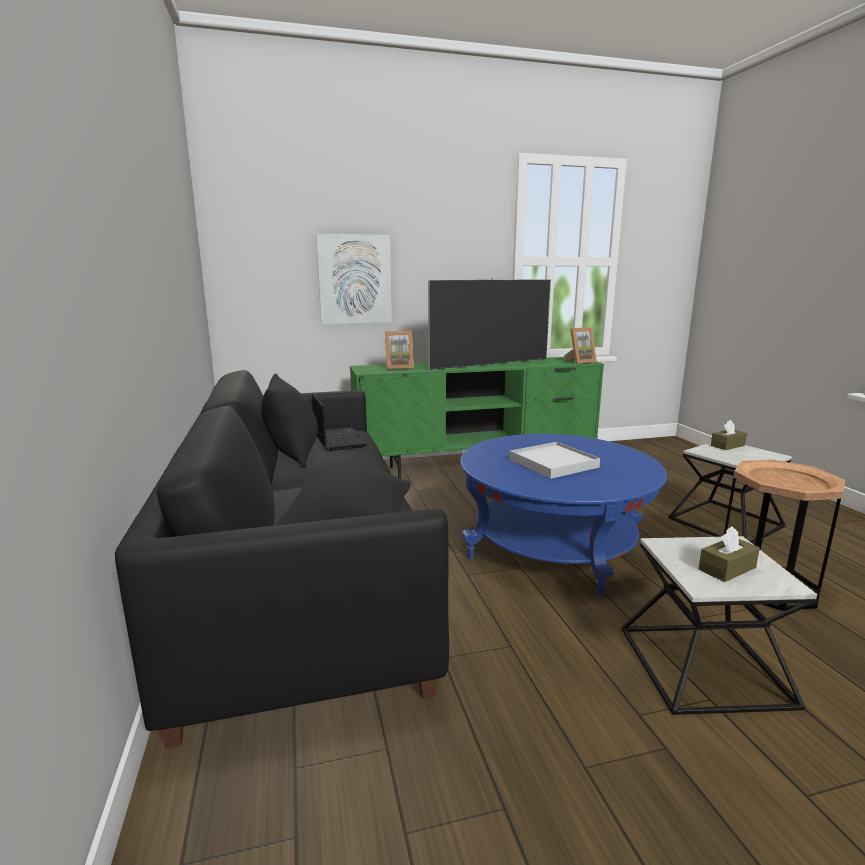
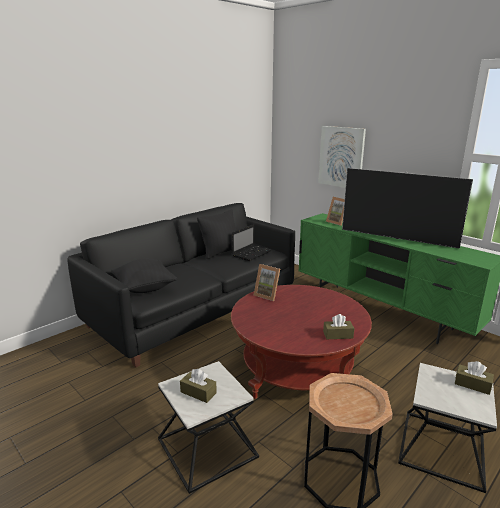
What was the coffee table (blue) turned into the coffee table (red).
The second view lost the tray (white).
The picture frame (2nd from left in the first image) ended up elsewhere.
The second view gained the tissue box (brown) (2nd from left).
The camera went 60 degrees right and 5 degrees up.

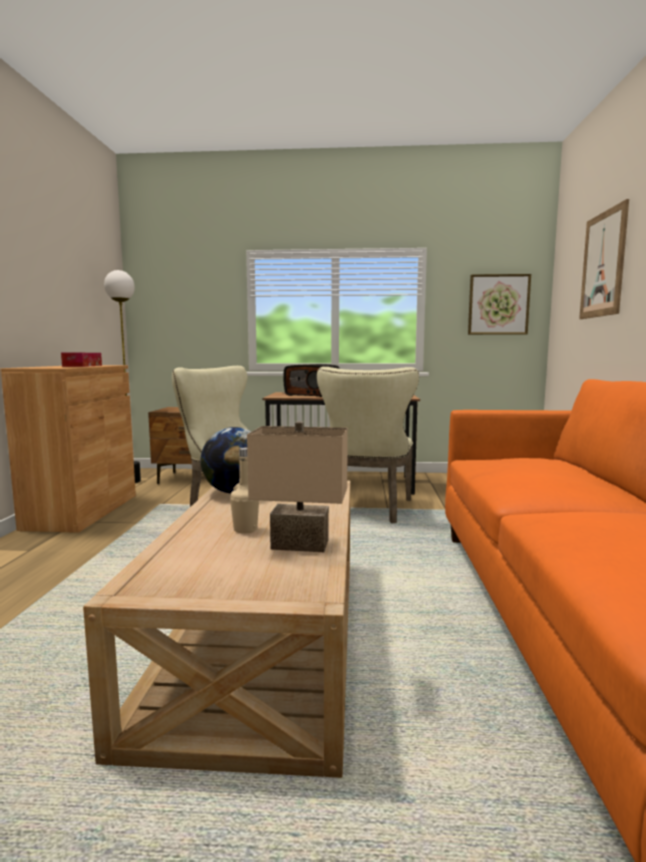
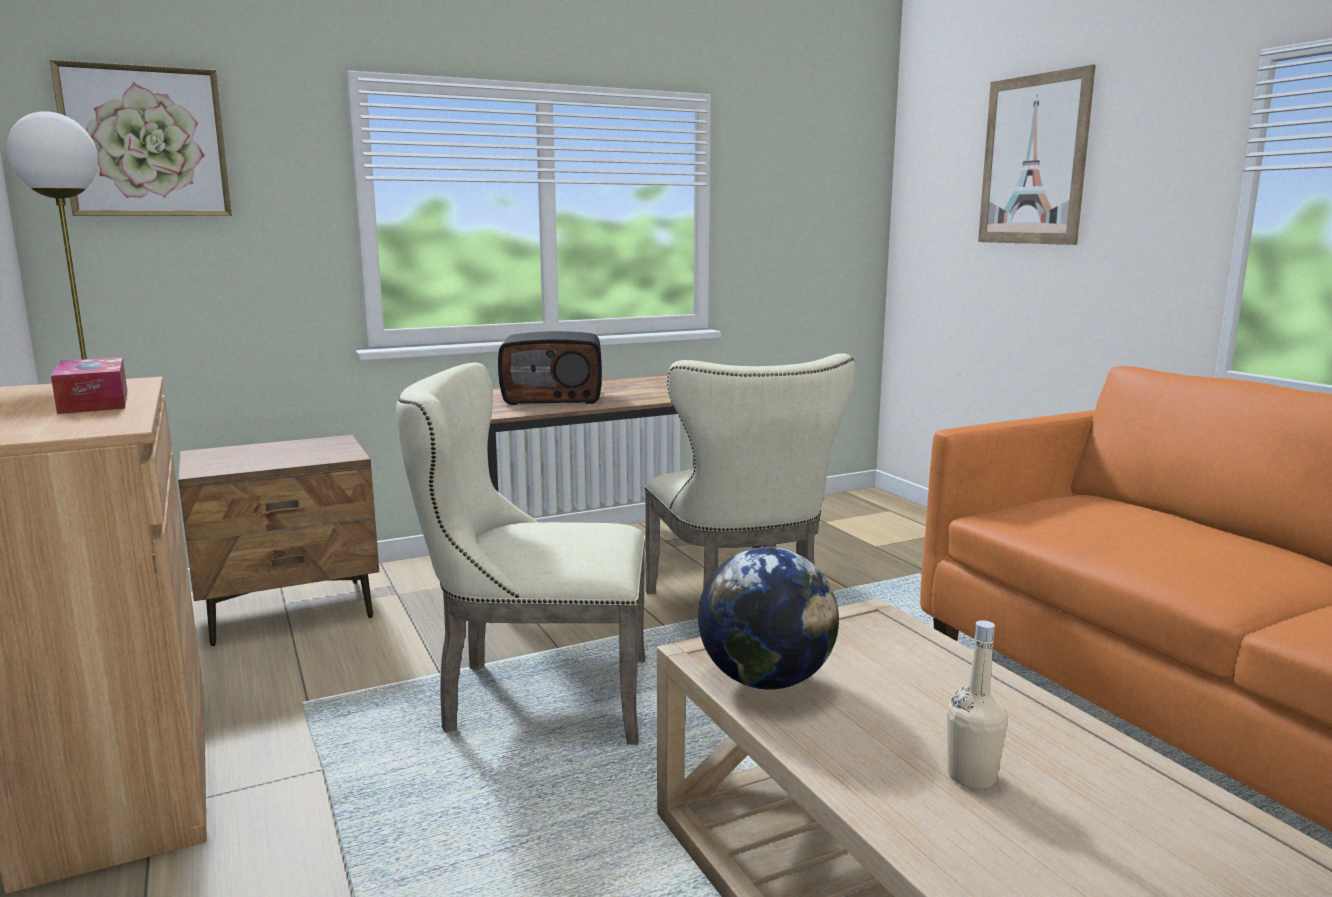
The second view lost the table lamp (beige).
The picture (1st from left) ended up elsewhere.
The camera went 30 degrees left and 5 degrees up.

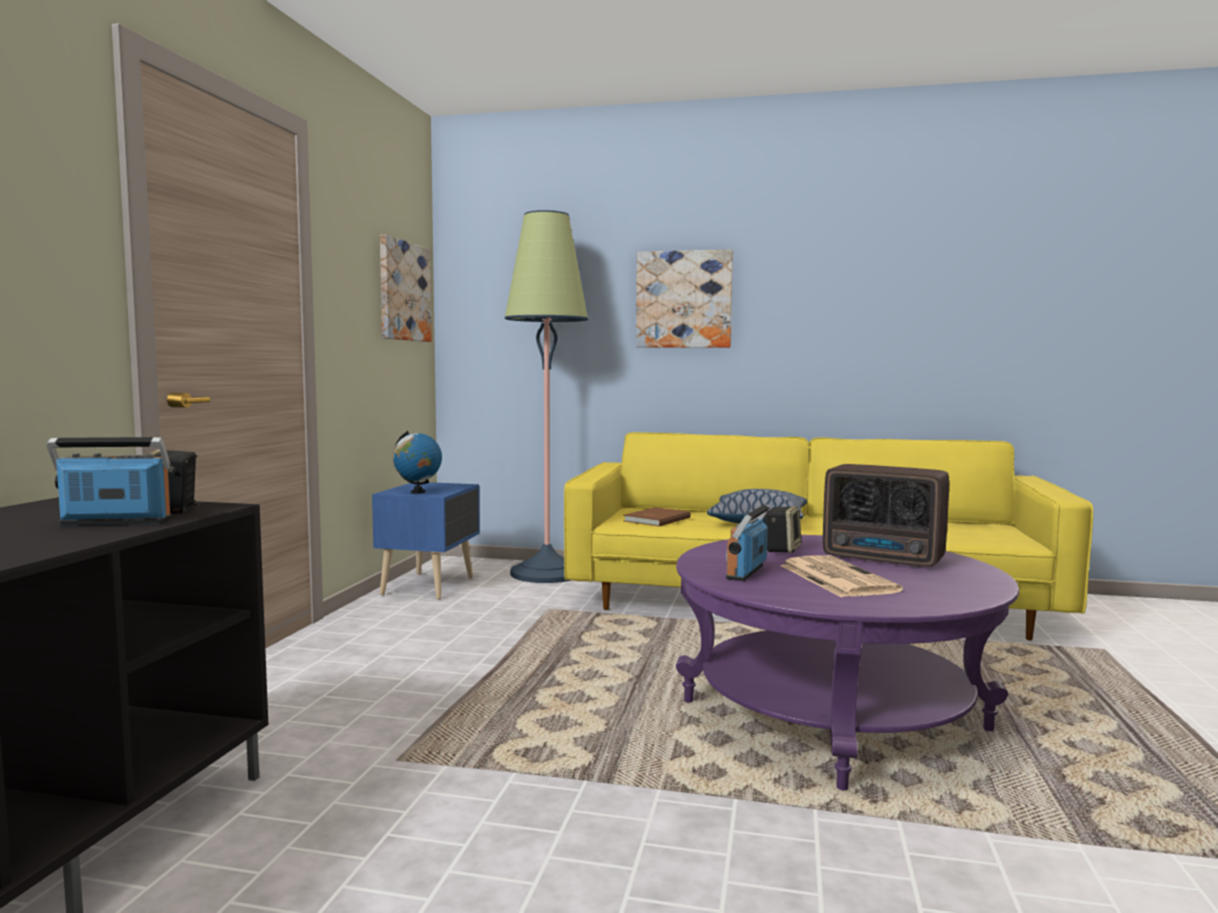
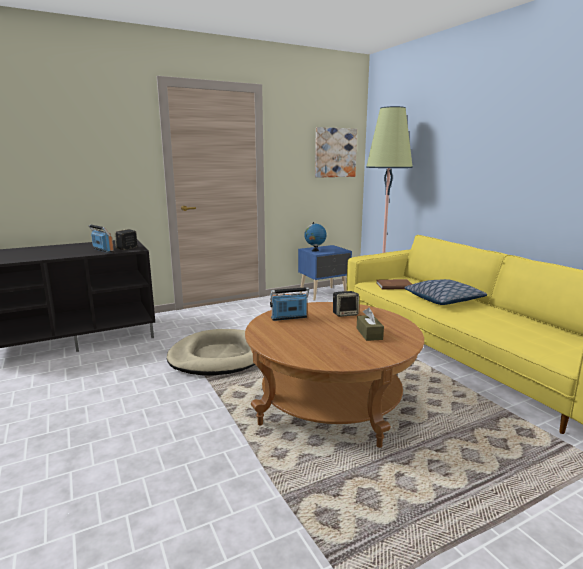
The second view lost the picture (2nd from left).
What was the coffee table (purple) turned into the coffee table (brown).
The second view lost the newspaper.
Where the radio (3rd from left) stood, the tissue box (brown) came to stand.
The second view gained the dog bed (beige).
The camera went 50 degrees right and 10 degrees up.

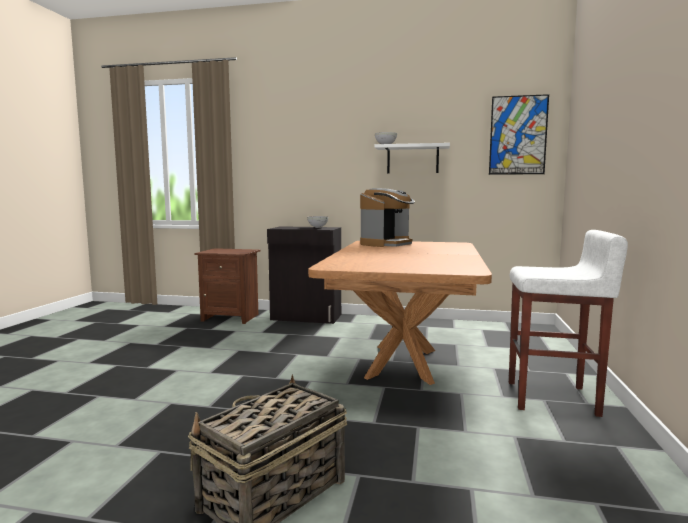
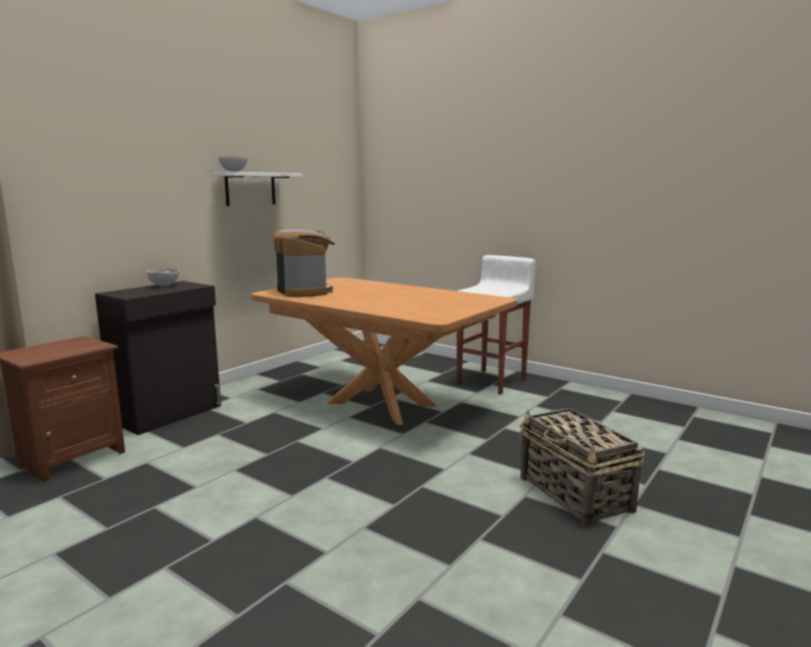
The second view lost the picture.
The camera went 65 degrees left and 5 degrees up.

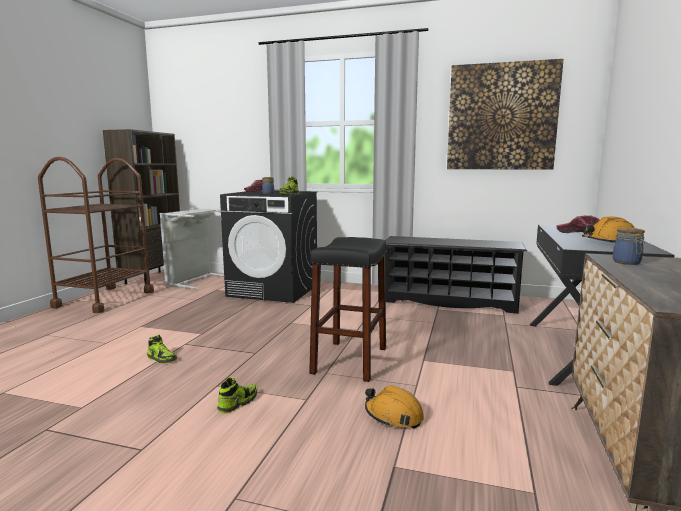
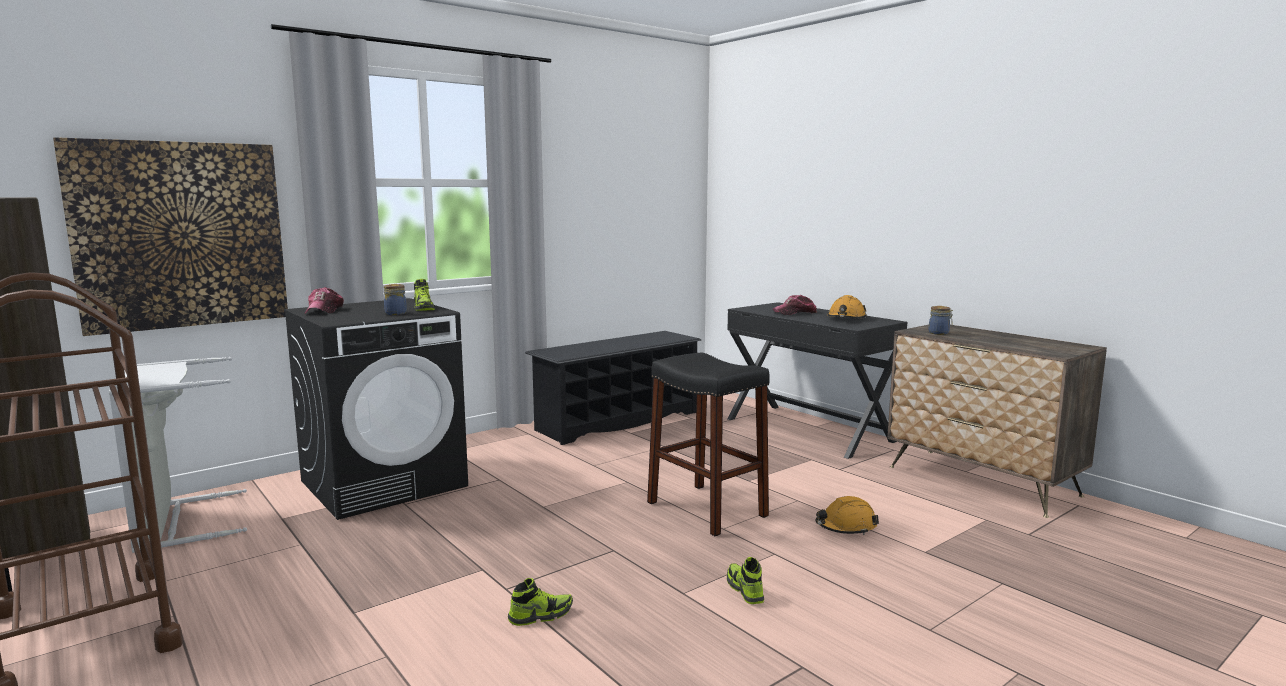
The picture ended up elsewhere.
The camera went 55 degrees left and 0 degrees up.

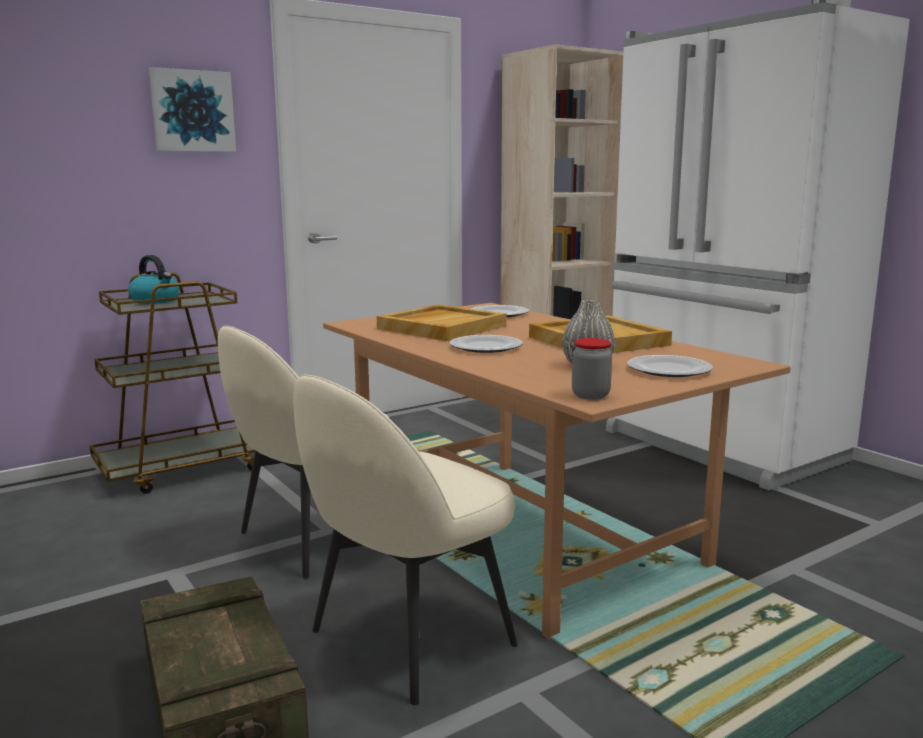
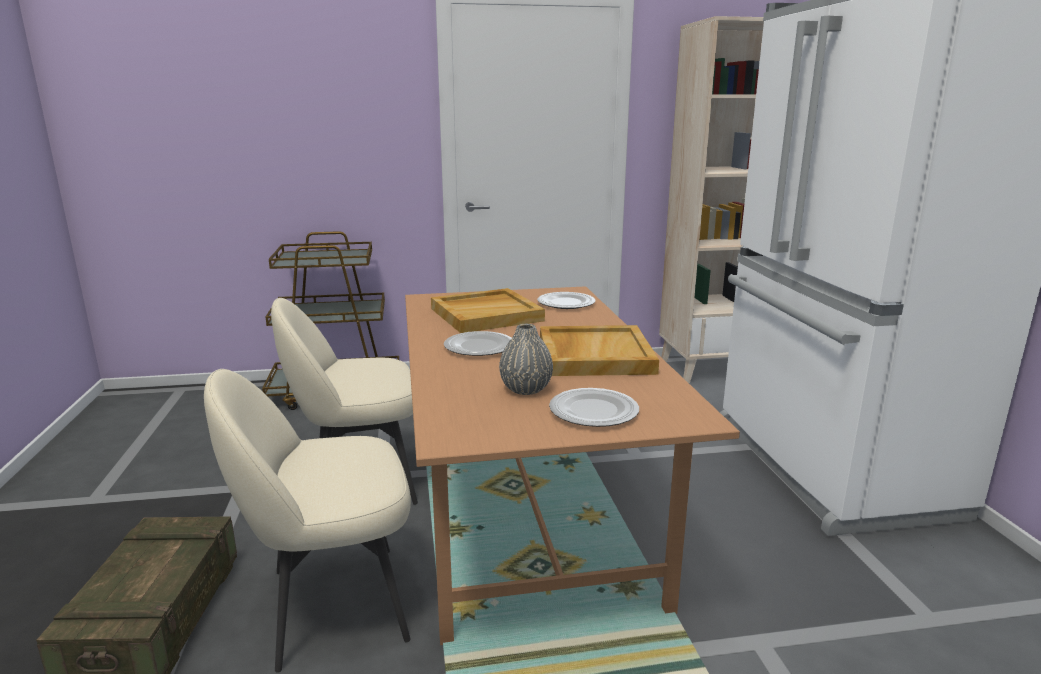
The second view lost the kettle.
The second view lost the picture.
The second view lost the jar.
The camera went 25 degrees right and 5 degrees up.

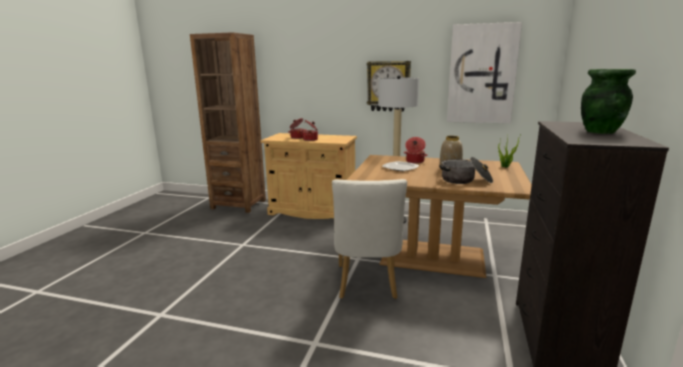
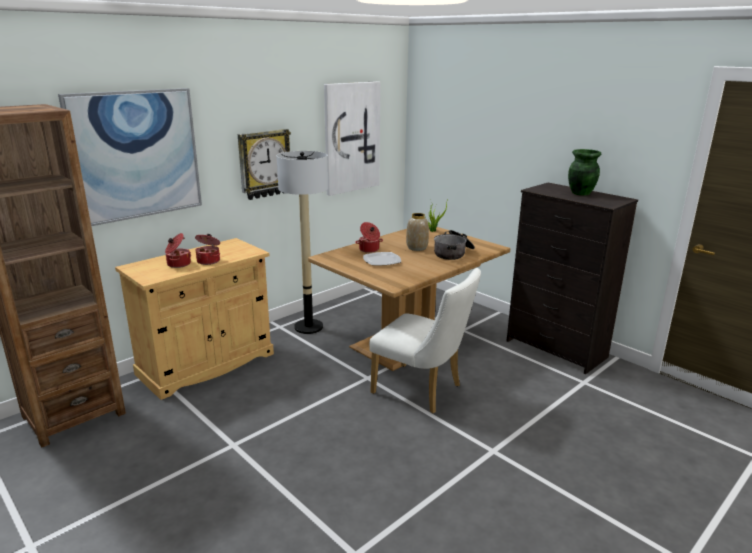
The second view gained the picture (1st from left).
The camera went 60 degrees left and 5 degrees up.

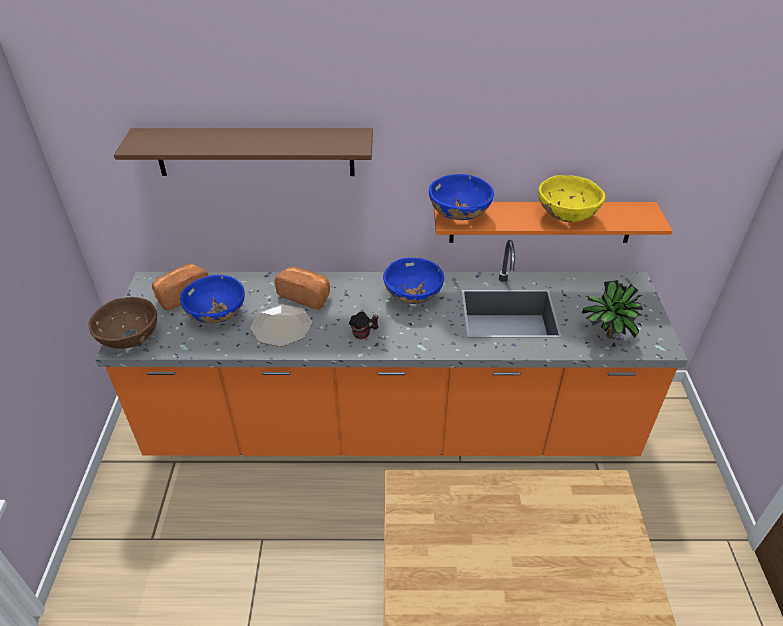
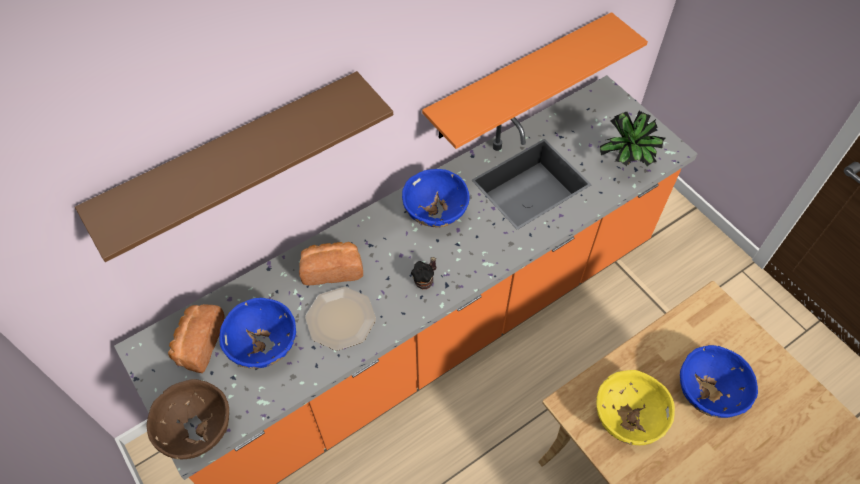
The bowl (blue) (3rd from left) ended up elsewhere.
The bowl (yellow) ended up elsewhere.
The camera went 35 degrees left and 15 degrees up.

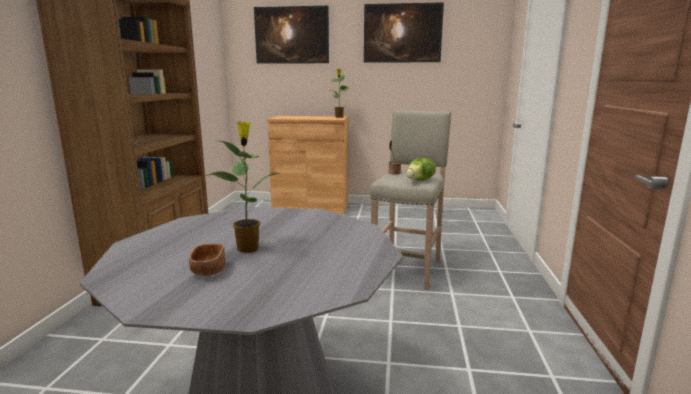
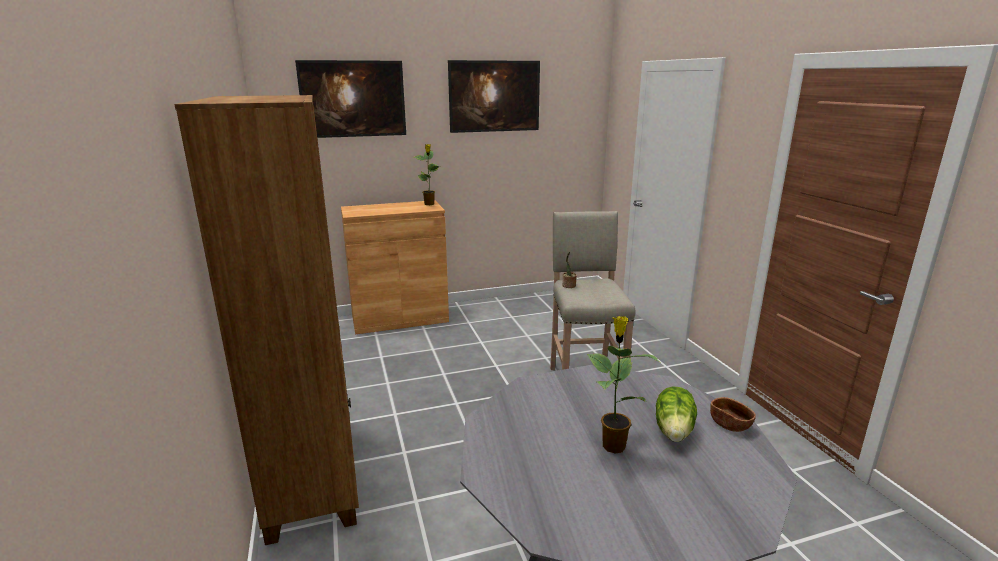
The bowl (brown) ended up elsewhere.
The lettuce ended up elsewhere.
The camera went 25 degrees left and 5 degrees up.

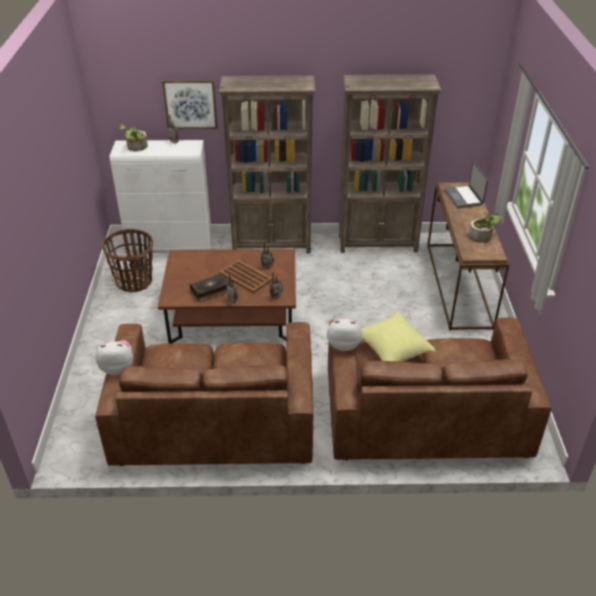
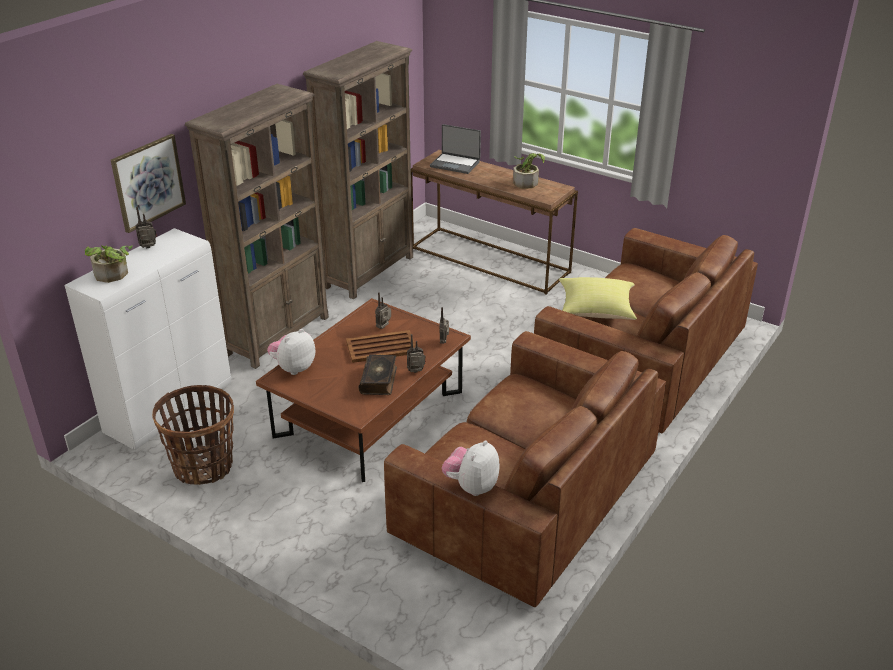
The plush toy (2nd from left in the first image) ended up elsewhere.
The camera went 55 degrees left and 5 degrees down.

